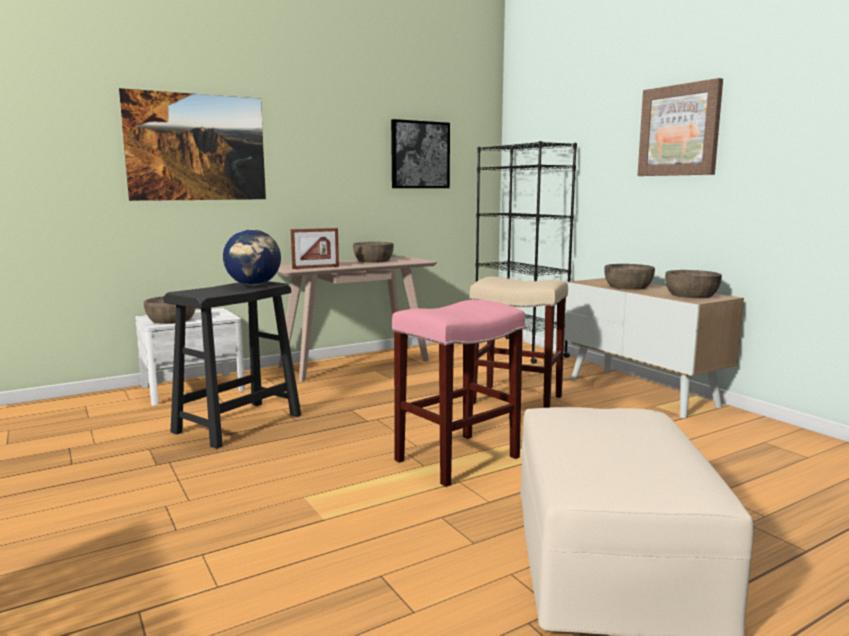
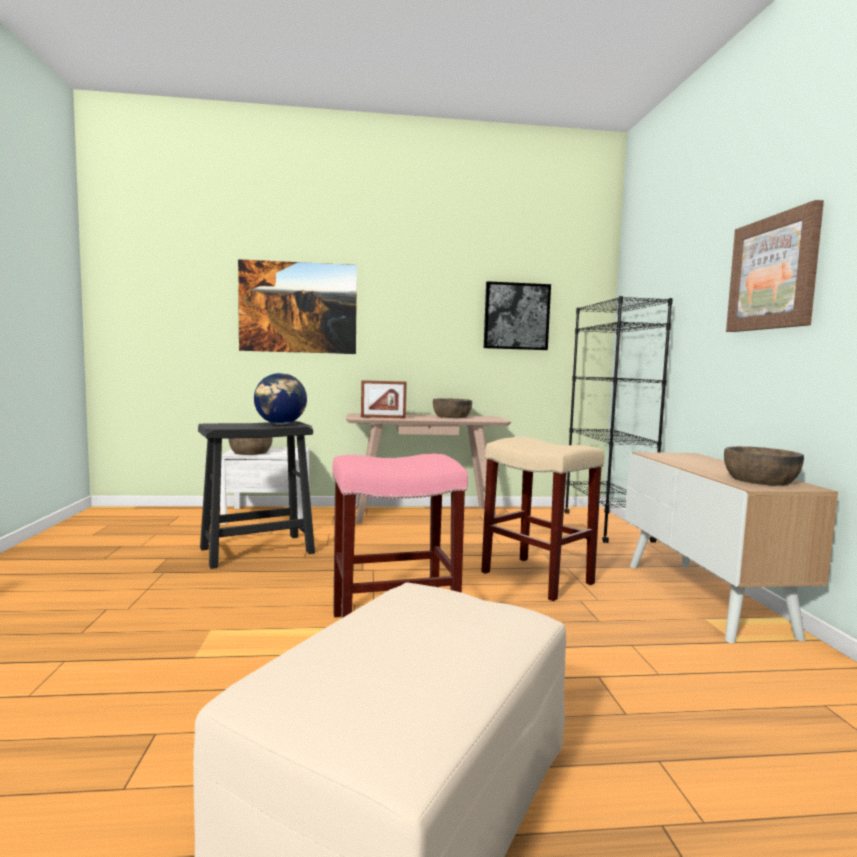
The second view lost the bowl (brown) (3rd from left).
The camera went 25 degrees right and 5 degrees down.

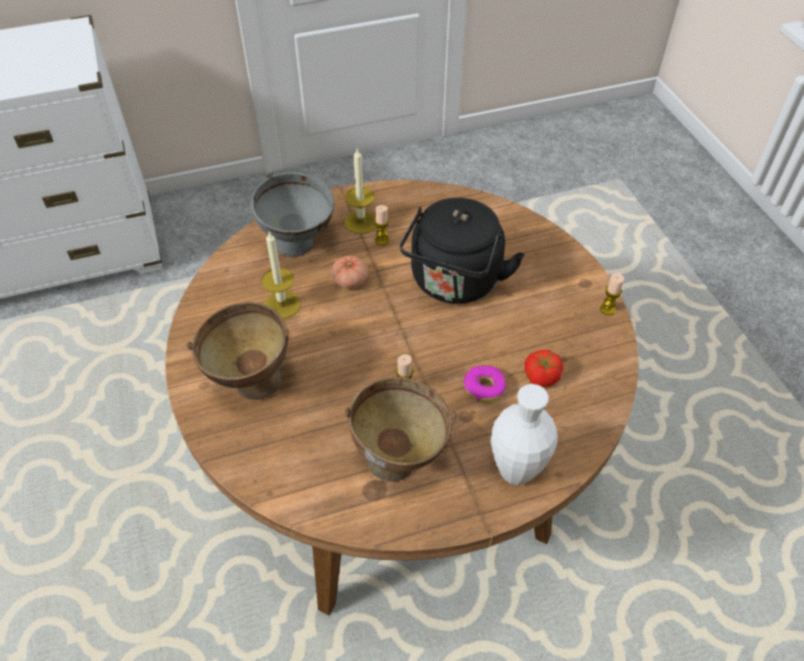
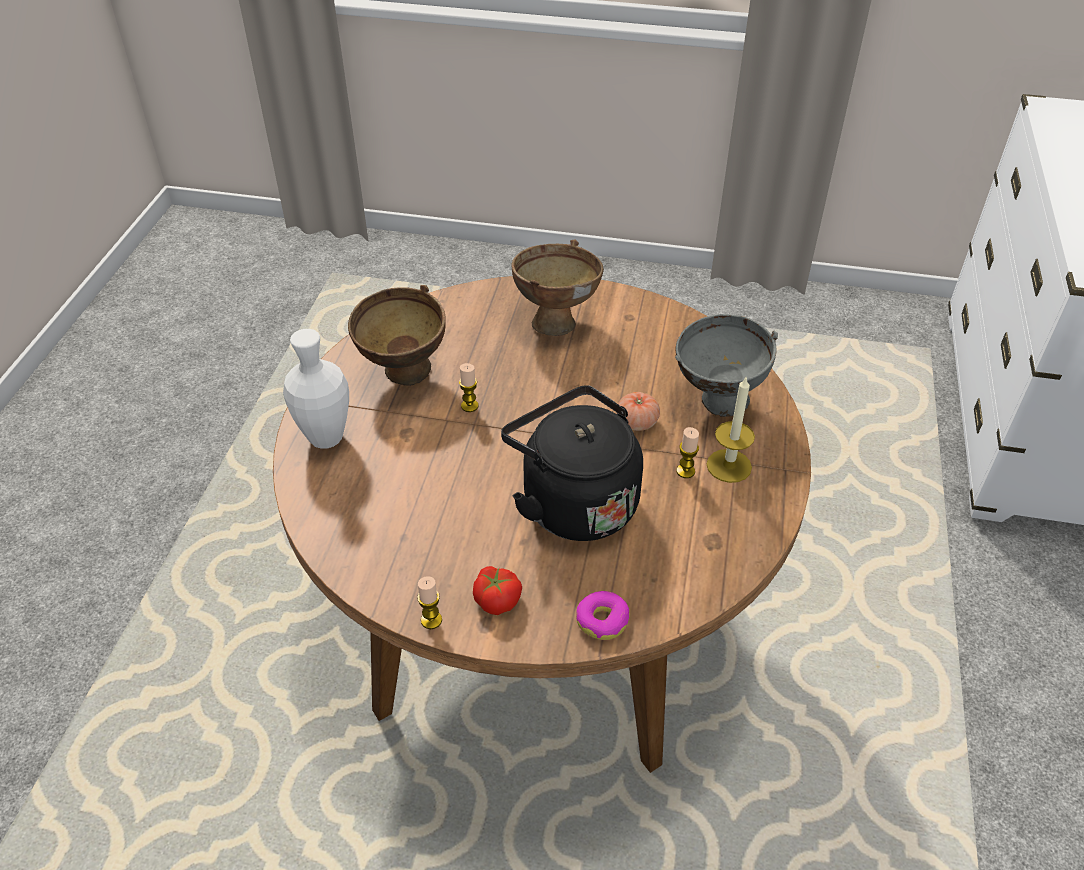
The second view lost the candle (1st from left).
The donut ended up elsewhere.
The tomato (2nd from left in the first image) ended up elsewhere.
The camera went 120 degrees right and 5 degrees down.

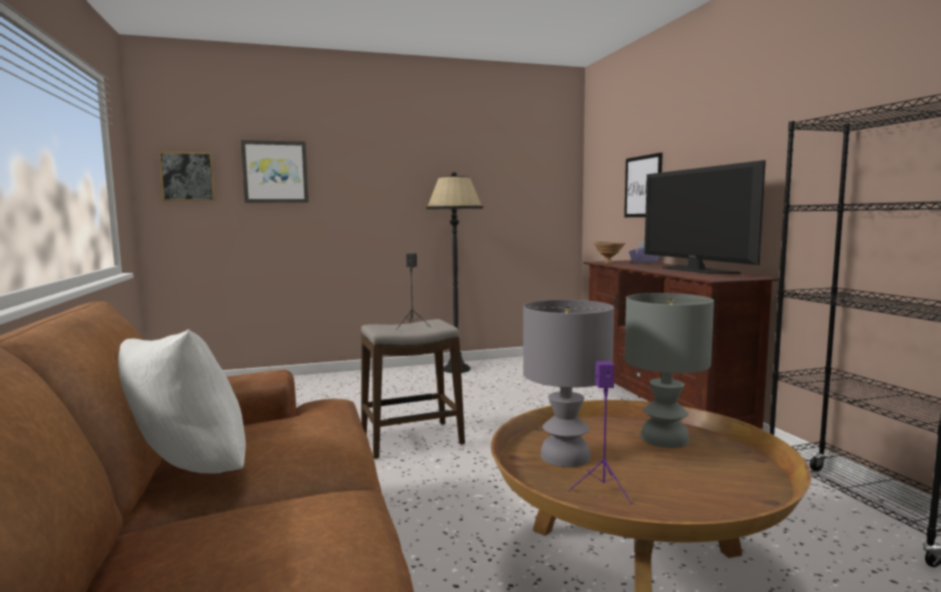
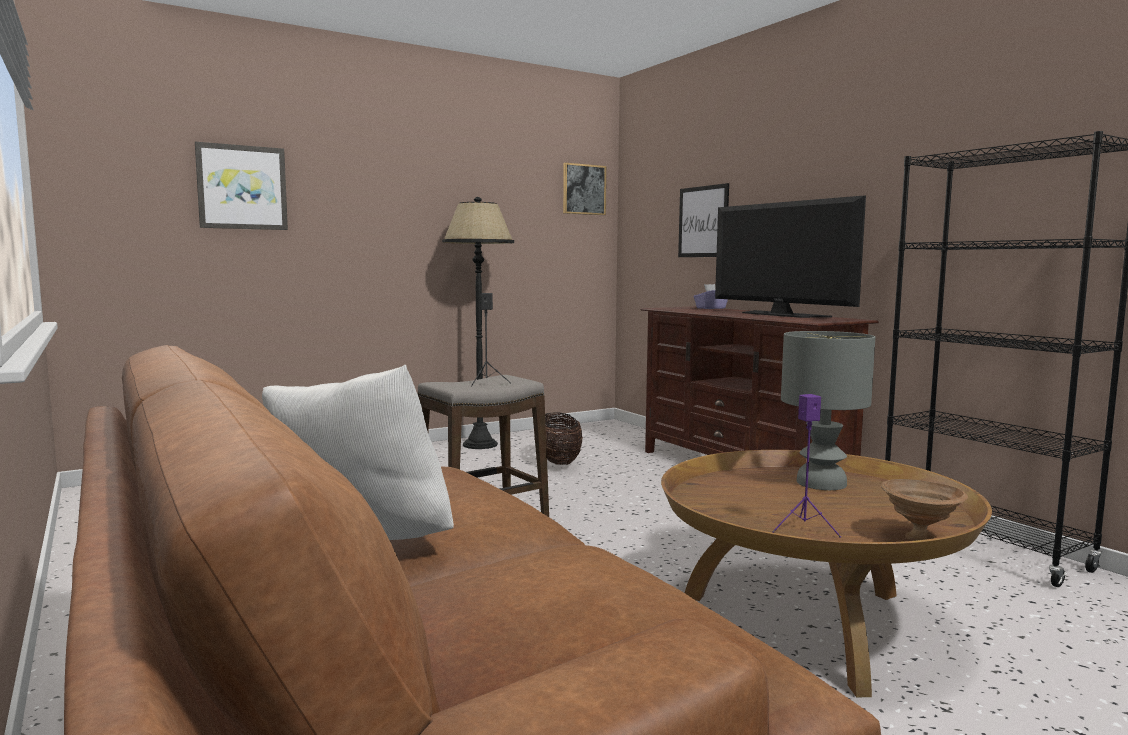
The picture (1st from left in the first image) ended up elsewhere.
The second view lost the table lamp (grey) (1st from left).
The bowl (brown) ended up elsewhere.
The second view gained the basket.
The camera went 15 degrees left and 0 degrees up.

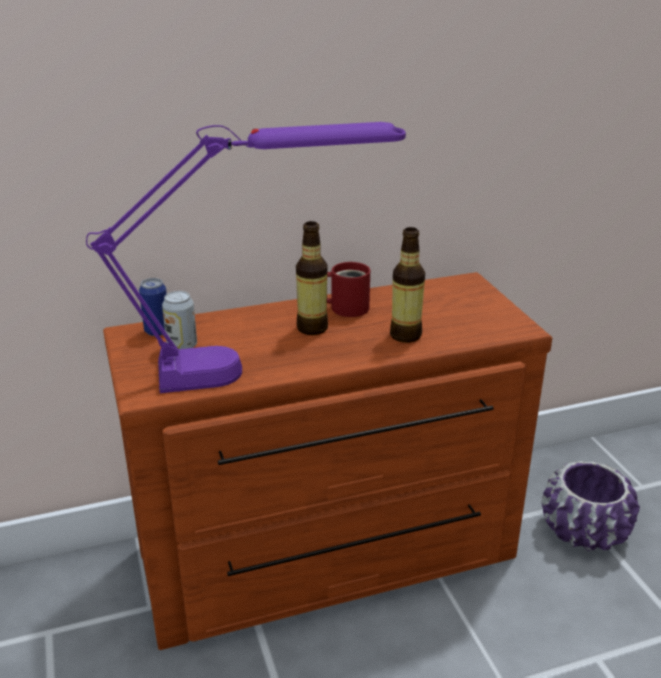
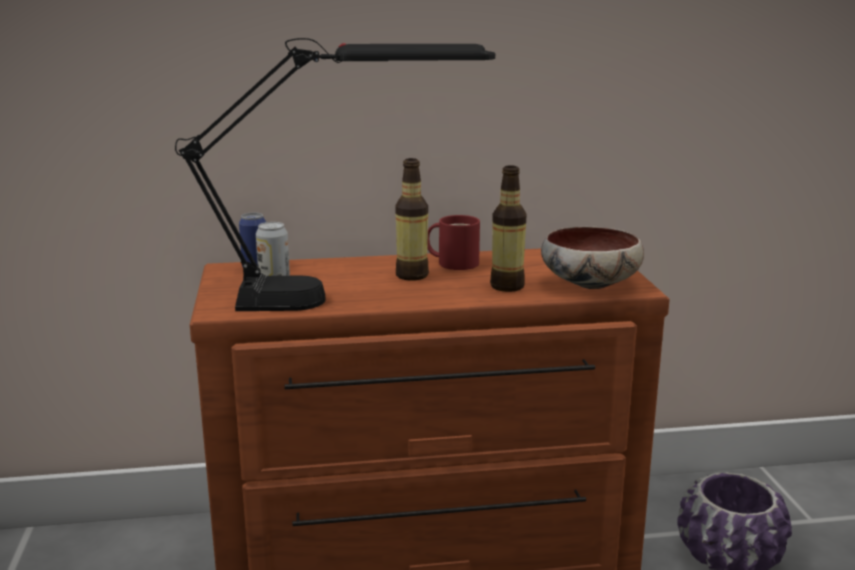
What was the table lamp (purple) turned into the table lamp (black).
The second view gained the bowl.
The camera went 10 degrees right and 10 degrees down.

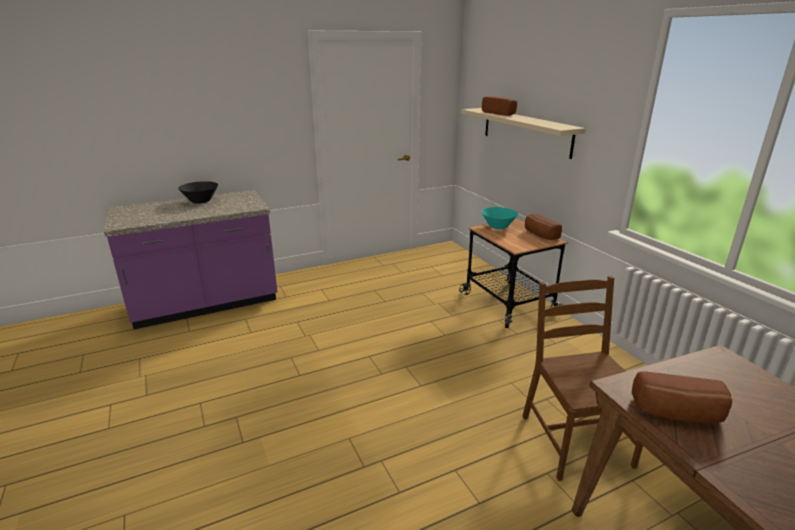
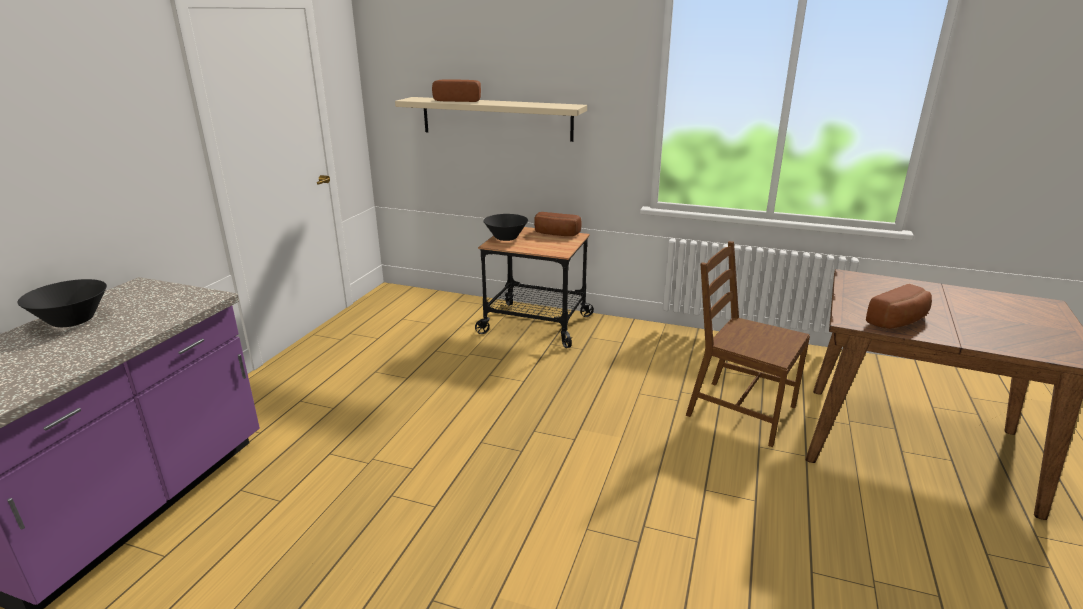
What was the bowl (turquoise) turned into the bowl (black) (2nd from left).
The camera went 45 degrees left and 0 degrees up.

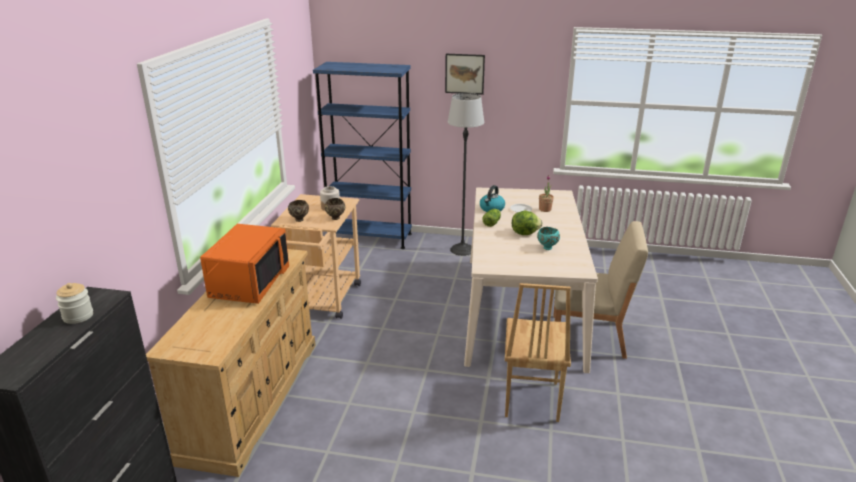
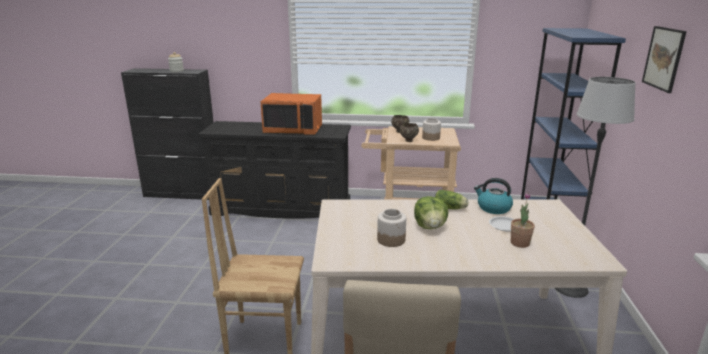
What was the dresser (beige) turned into the dresser (black).
Where the bowl (turquoise) stood, the jar (2nd from left) came to stand.
The camera went 85 degrees right and 5 degrees down.

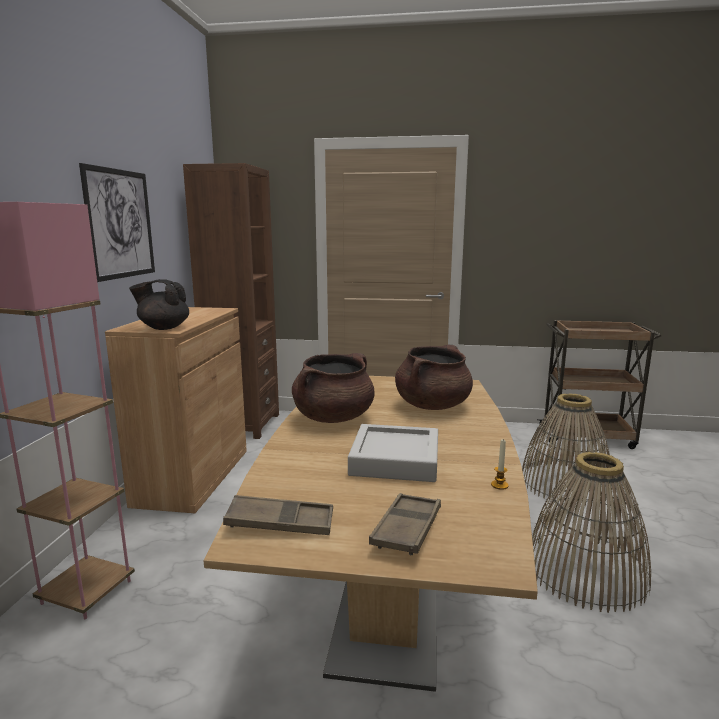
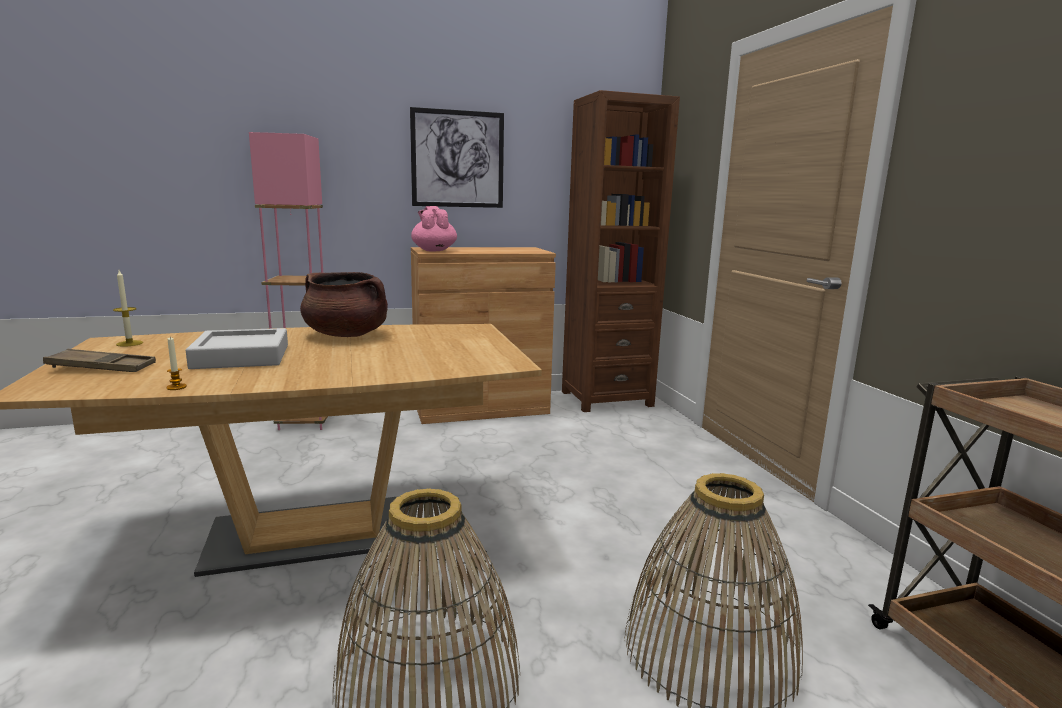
What was the teapot (black) turned into the teapot (pink).
Where the tray (brown) (1st from left) stood, the candle (1st from left) came to stand.
The second view lost the cooking pot (brown) (2nd from left).
The camera went 65 degrees right and 0 degrees up.

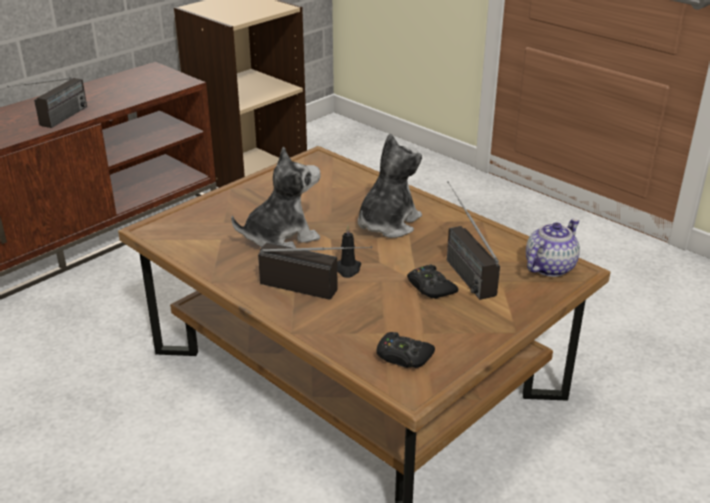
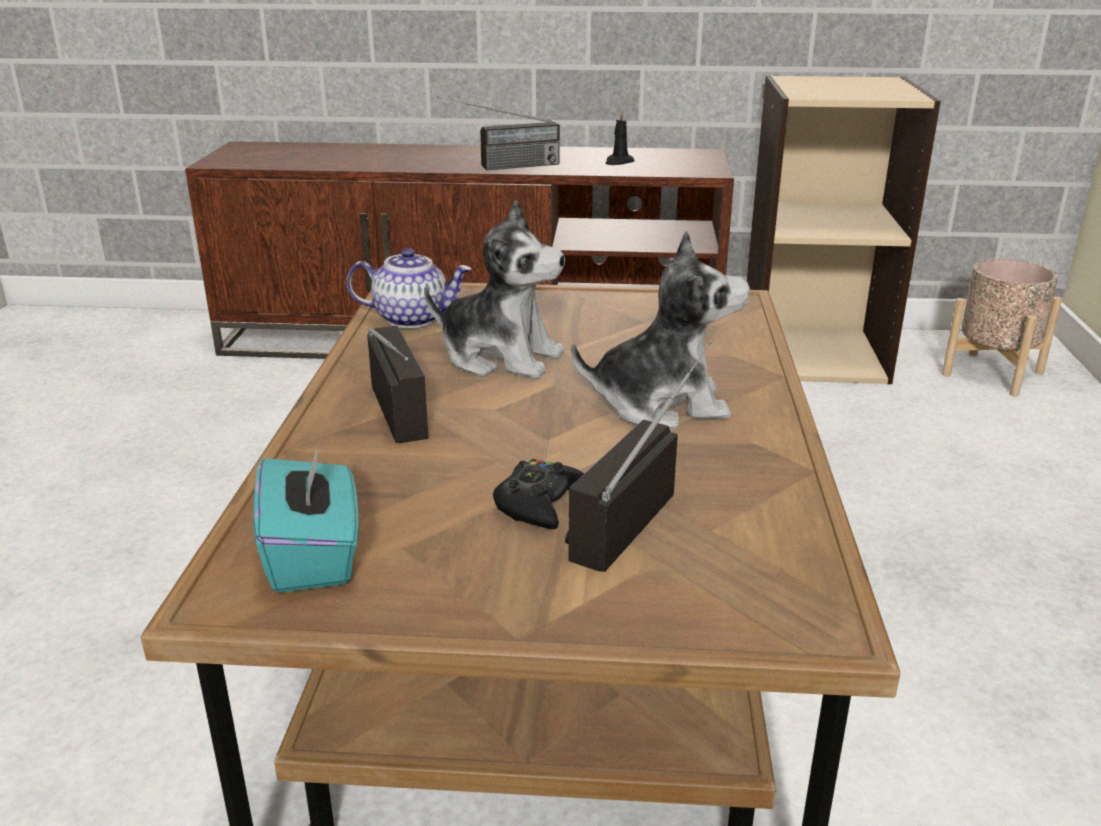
The candle (black) ended up elsewhere.
Where the game controller (black) (1st from left) stood, the tissue box (turquoise) came to stand.
The teapot ended up elsewhere.
The second view gained the planter (beige).
The camera went 50 degrees right and 5 degrees down.

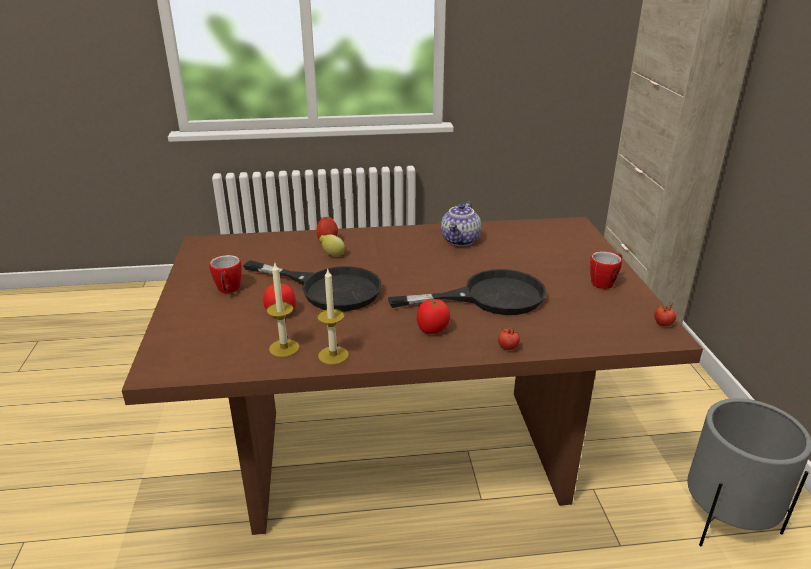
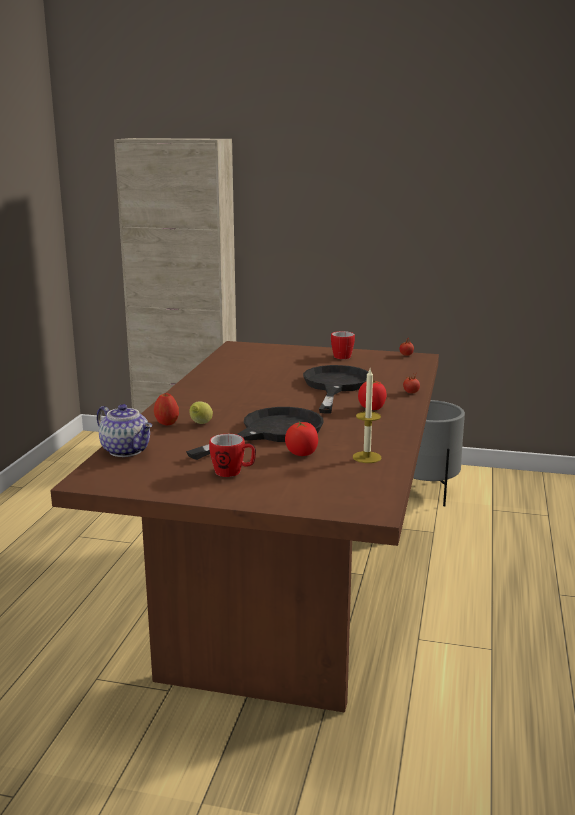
The second view lost the candle (2nd from left).
The teapot ended up elsewhere.
The camera went 70 degrees left and 10 degrees down.

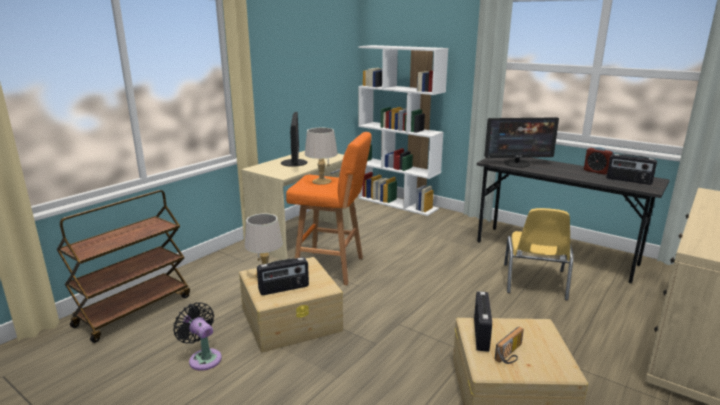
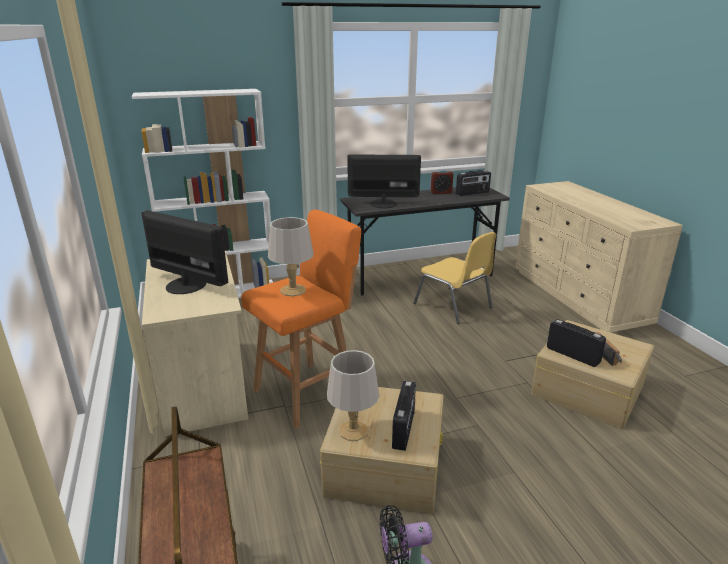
The monitor (2nd from left) ended up facing another way, 120 degrees counterclockwise from before.
The camera went 55 degrees left and 5 degrees up.

